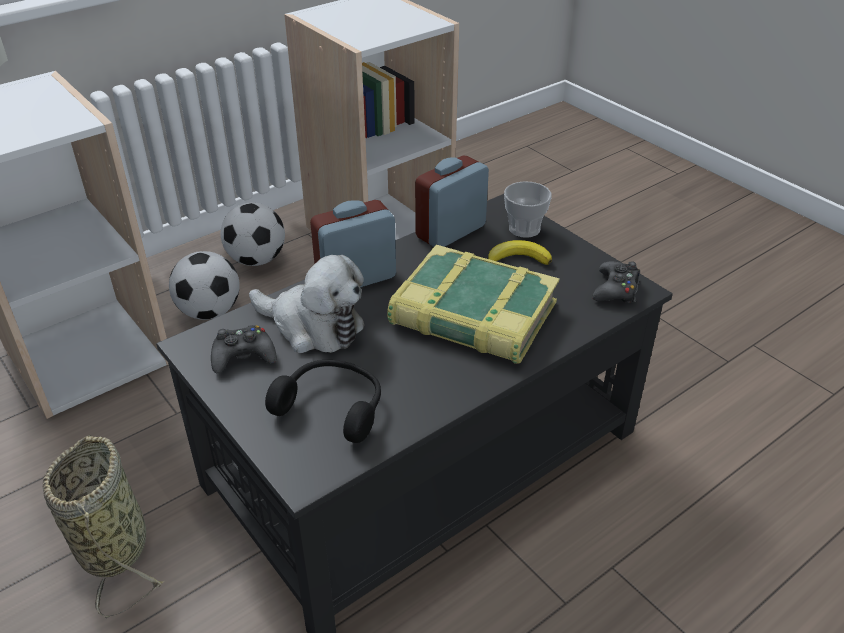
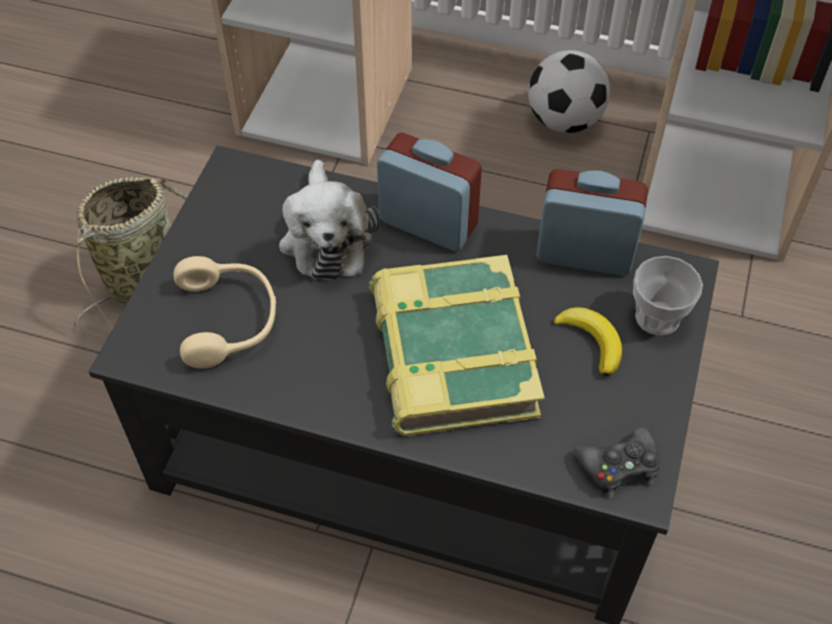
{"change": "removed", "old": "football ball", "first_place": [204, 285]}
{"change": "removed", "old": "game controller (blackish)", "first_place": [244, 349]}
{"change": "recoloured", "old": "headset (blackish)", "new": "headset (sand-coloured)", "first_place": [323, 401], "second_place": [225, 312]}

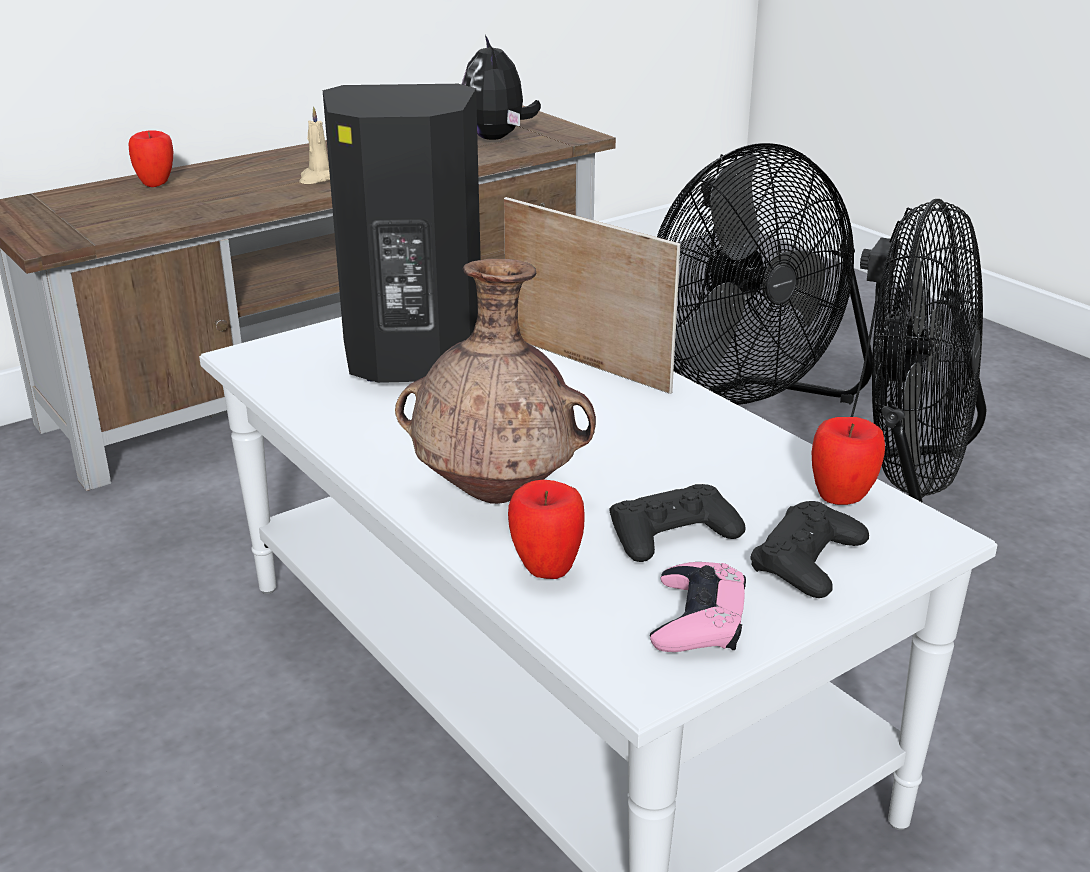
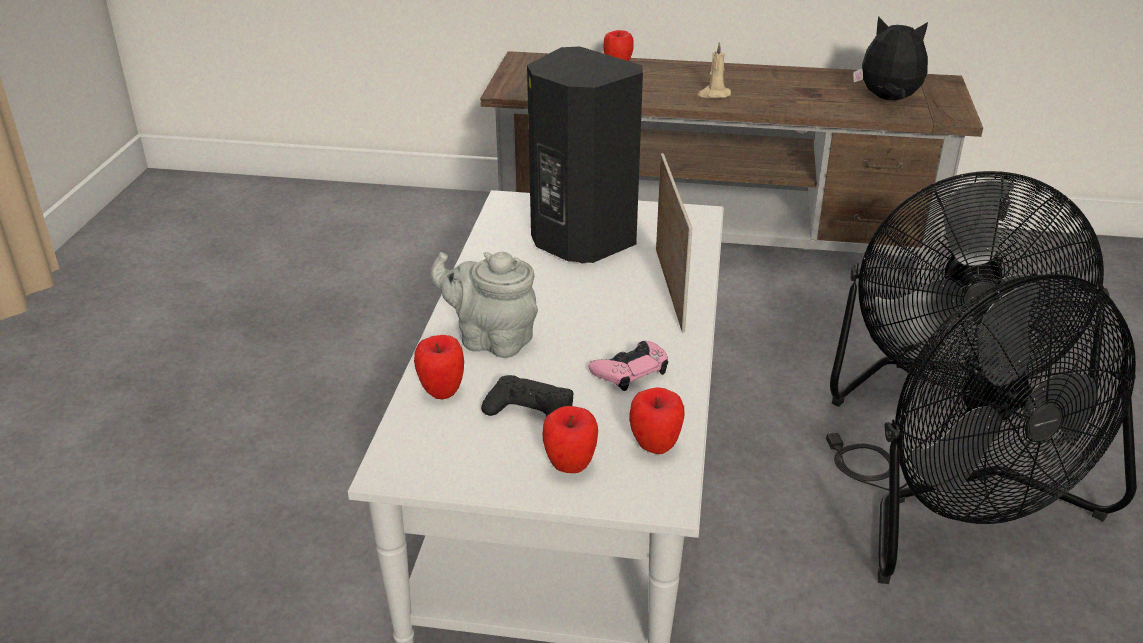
{"change": "moved", "old": "game controller (pinkish)", "first_place": [698, 607], "second_place": [628, 366]}
{"change": "replaced", "old": "flower vase (brownish)", "new": "pot for tea (greyish)", "first_place": [495, 381], "second_place": [484, 305]}
{"change": "replaced", "old": "game controller (blackish)", "new": "apple", "first_place": [809, 549], "second_place": [570, 439]}
{"change": "turned", "old": "soft toy", "first_place": [501, 87], "second_place": [890, 58], "degrees": 75}

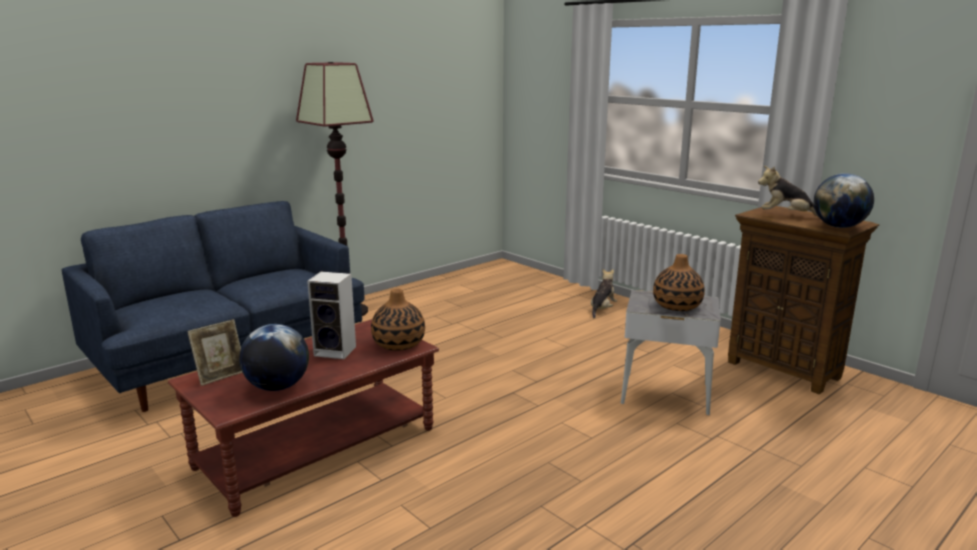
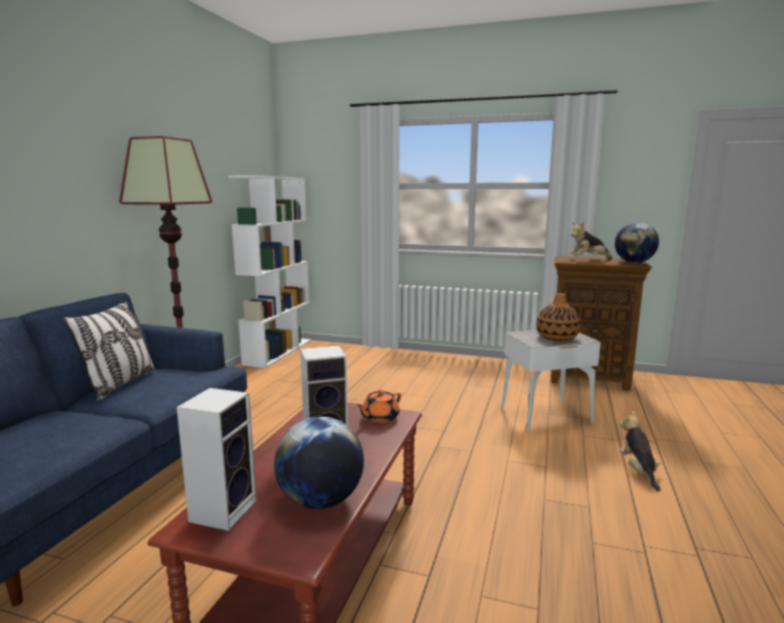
{"change": "added", "new": "cushion", "second_place": [109, 351]}
{"change": "added", "new": "bookcase (white)", "second_place": [269, 271]}
{"change": "moved", "old": "soft toy", "first_place": [604, 293], "second_place": [639, 451]}
{"change": "replaced", "old": "photo frame", "new": "speaker", "first_place": [215, 352], "second_place": [217, 459]}
{"change": "replaced", "old": "flower vase", "new": "pot for tea (orangey)", "first_place": [398, 319], "second_place": [378, 406]}

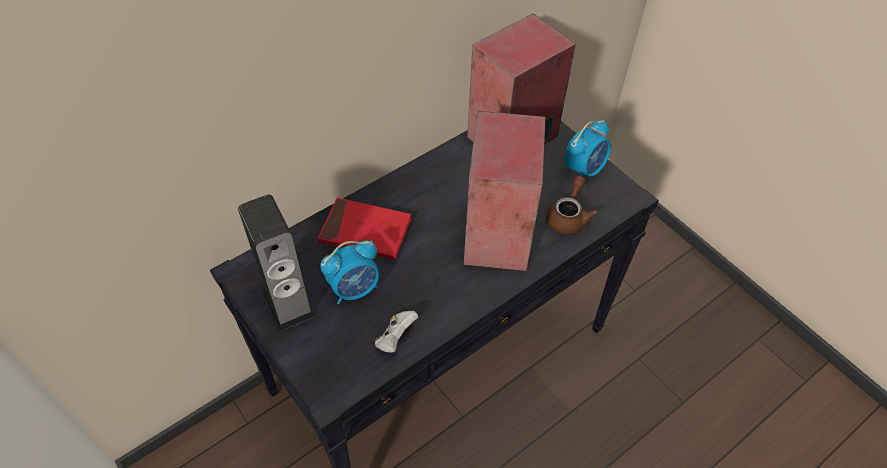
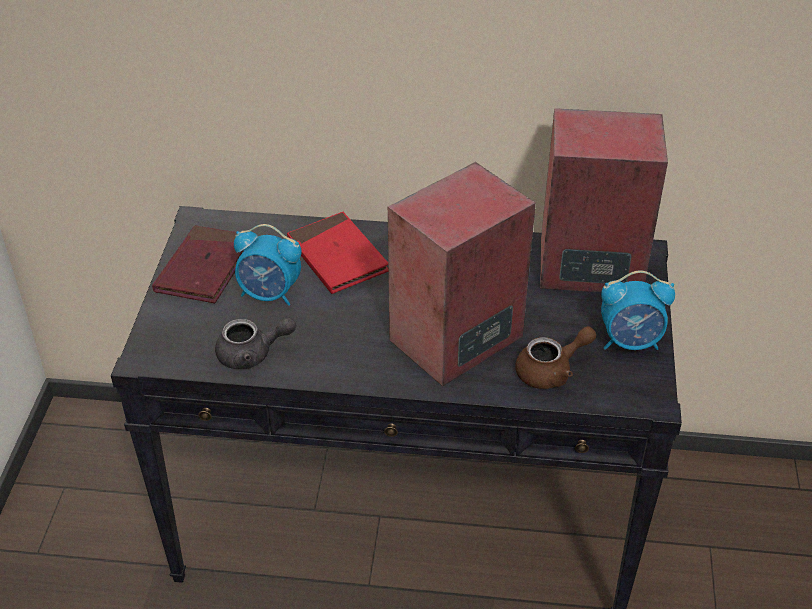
{"change": "replaced", "old": "speaker", "new": "bound book (red)", "first_place": [276, 263], "second_place": [198, 264]}
{"change": "replaced", "old": "game controller (white)", "new": "pot for tea (greyish)", "first_place": [396, 332], "second_place": [255, 343]}

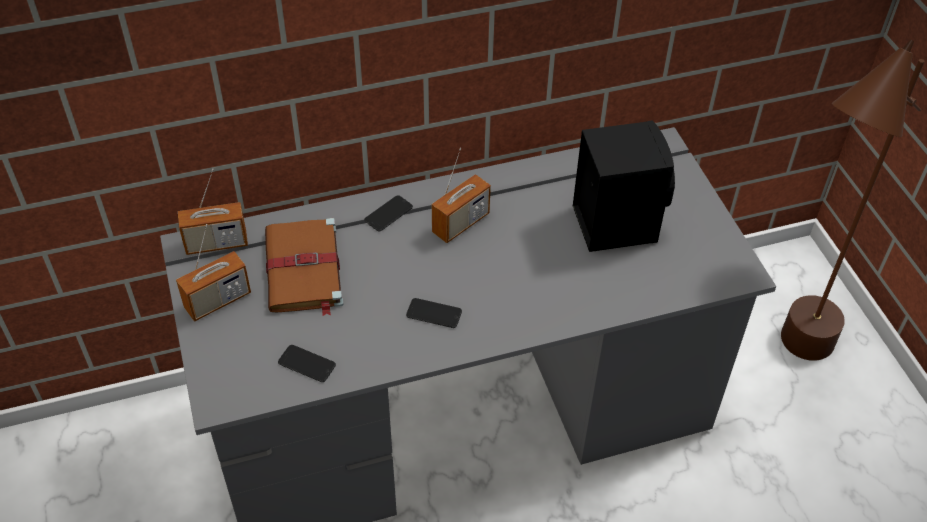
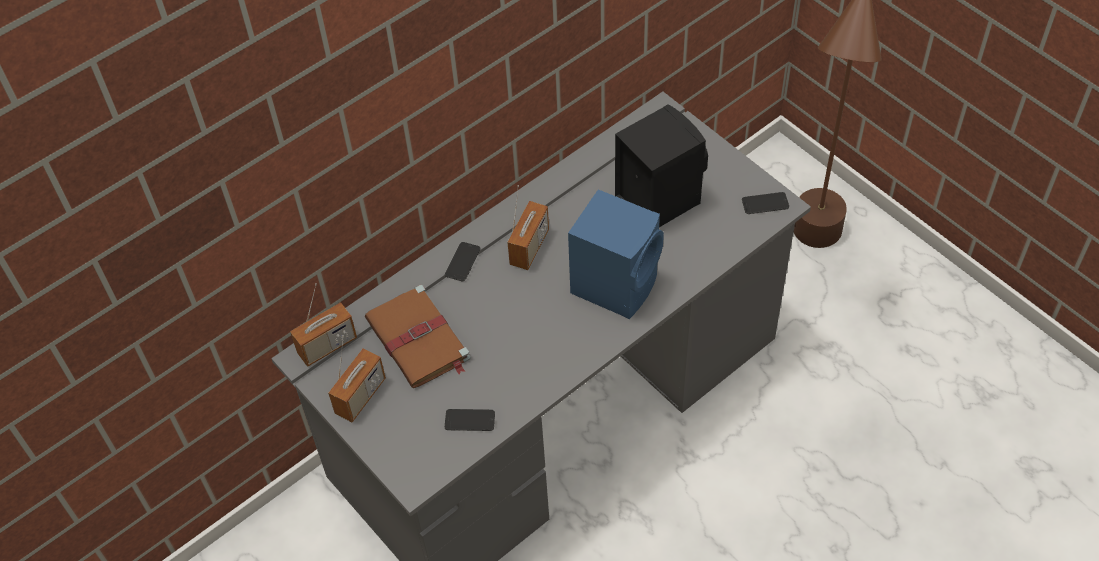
{"change": "added", "new": "speaker (bluish)", "second_place": [616, 254]}
{"change": "moved", "old": "handset", "first_place": [434, 313], "second_place": [765, 203]}

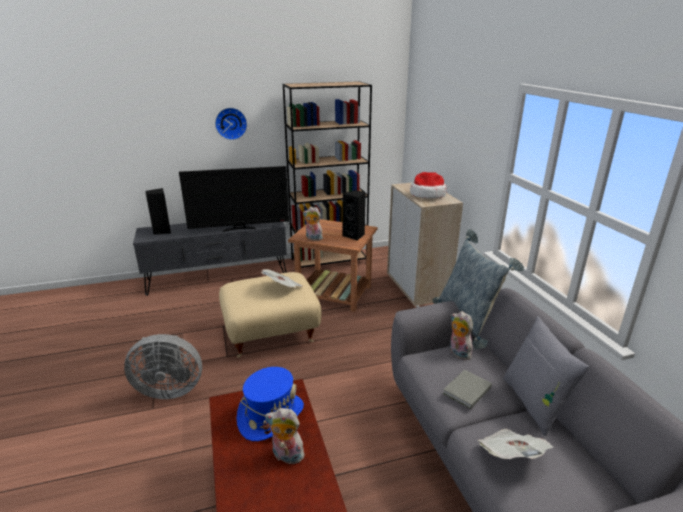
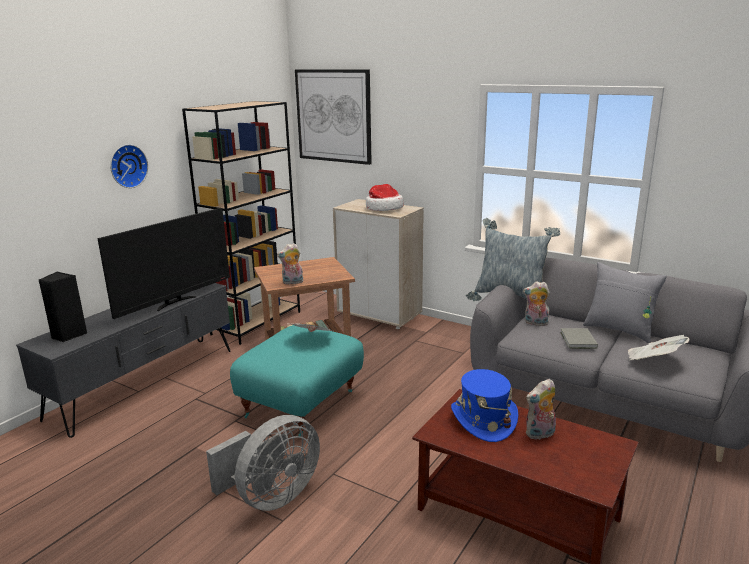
{"change": "removed", "old": "speaker (blackish)", "first_place": [354, 215]}
{"change": "added", "new": "wall art", "second_place": [333, 117]}
{"change": "recoloured", "old": "pouffe (sand-coloured)", "new": "pouffe (blue-green)", "first_place": [270, 315], "second_place": [297, 380]}

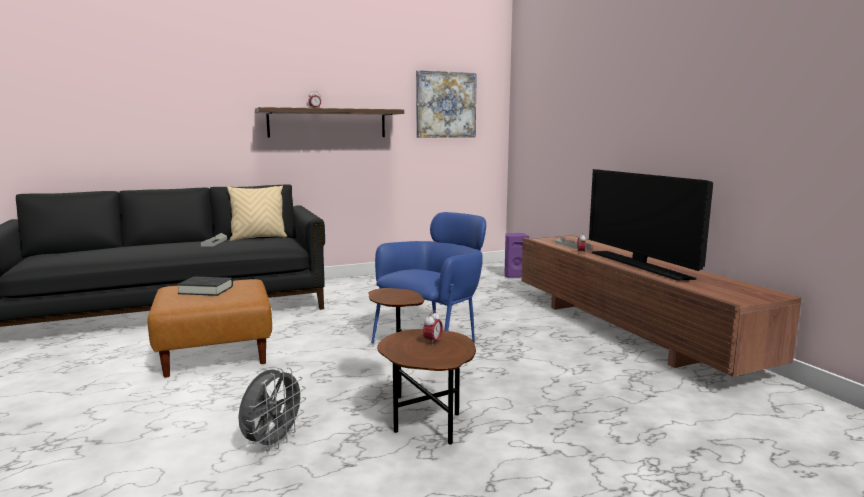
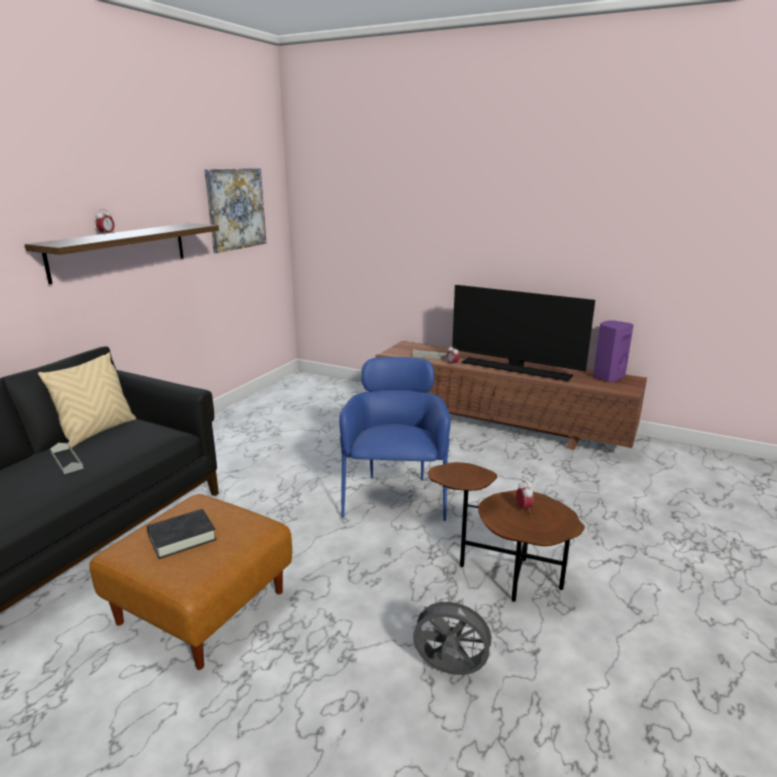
{"change": "moved", "old": "speaker (purplish)", "first_place": [516, 255], "second_place": [613, 351]}
{"change": "turned", "old": "cooling fan (greyish)", "first_place": [272, 409], "second_place": [454, 635], "degrees": -60}

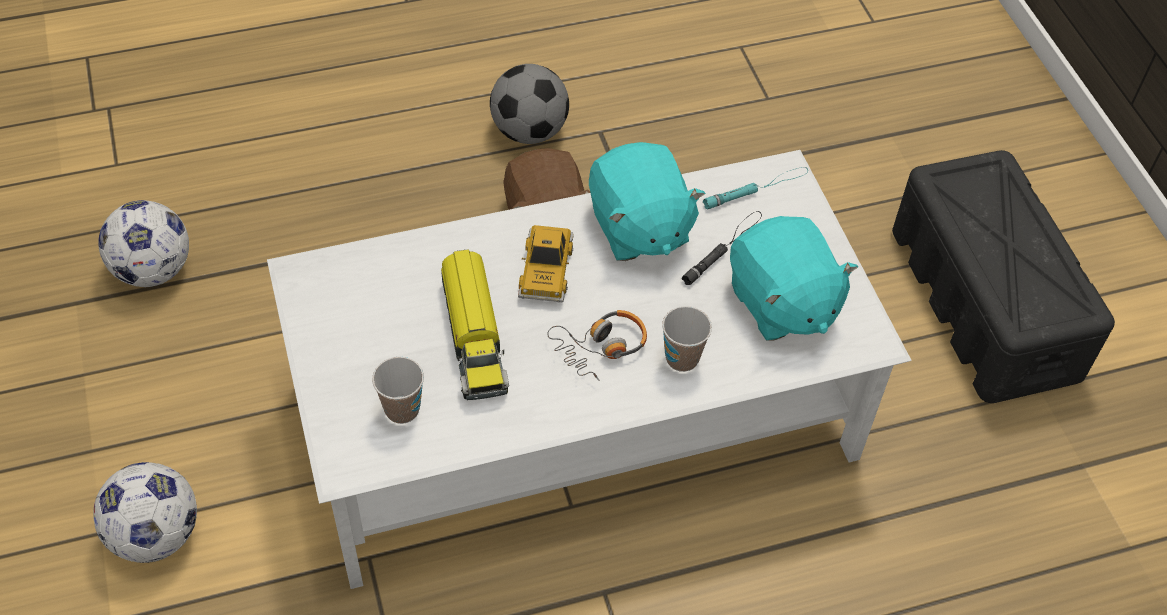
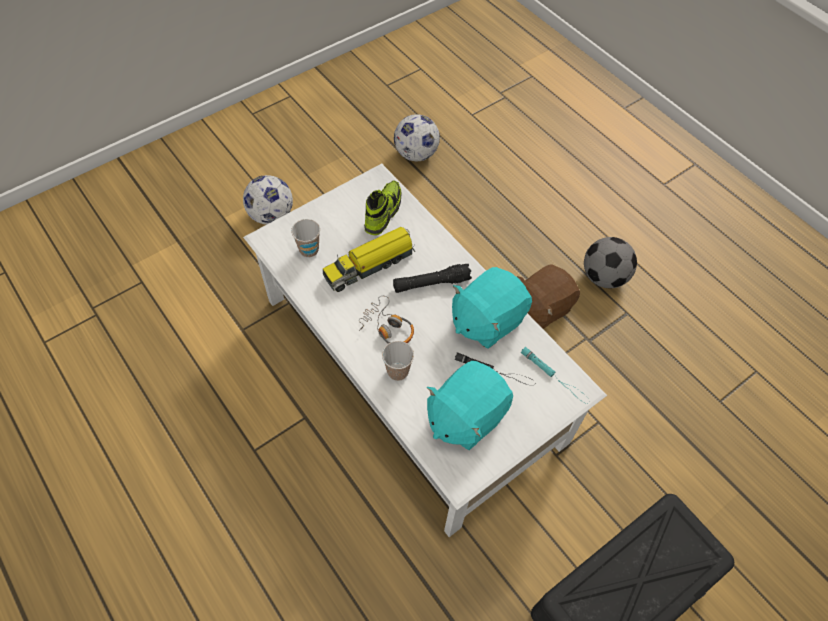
{"change": "added", "new": "low shoe", "second_place": [382, 207]}
{"change": "replaced", "old": "toy car", "new": "hand torch (blackish)", "first_place": [546, 264], "second_place": [432, 278]}

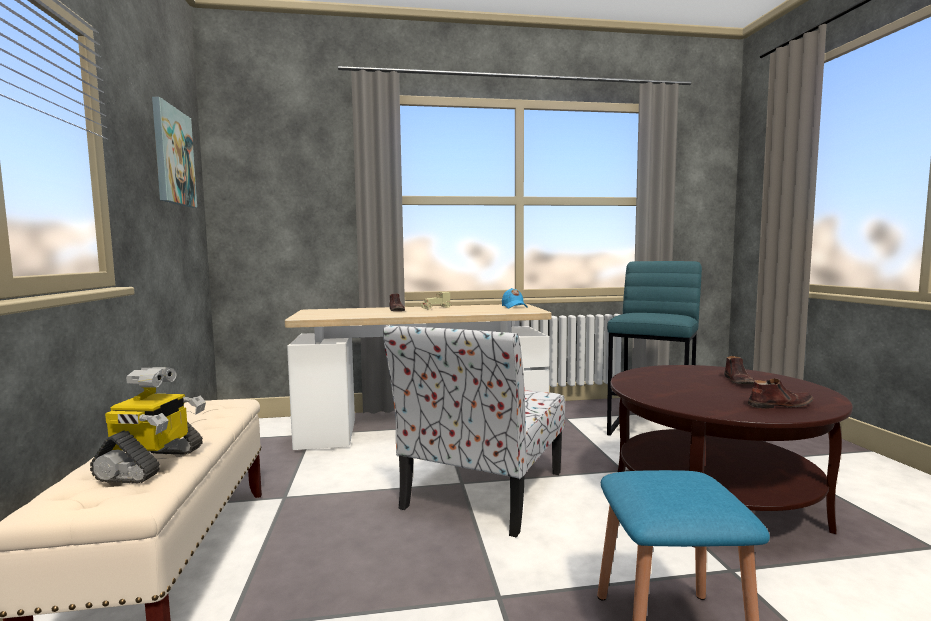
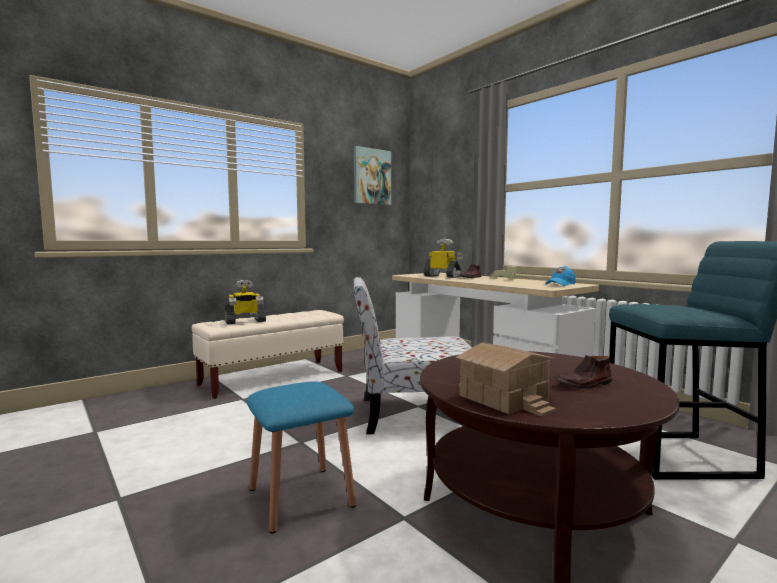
{"change": "added", "new": "robot figure", "second_place": [442, 258]}
{"change": "replaced", "old": "low shoe (brownish)", "new": "model house", "first_place": [780, 393], "second_place": [505, 380]}

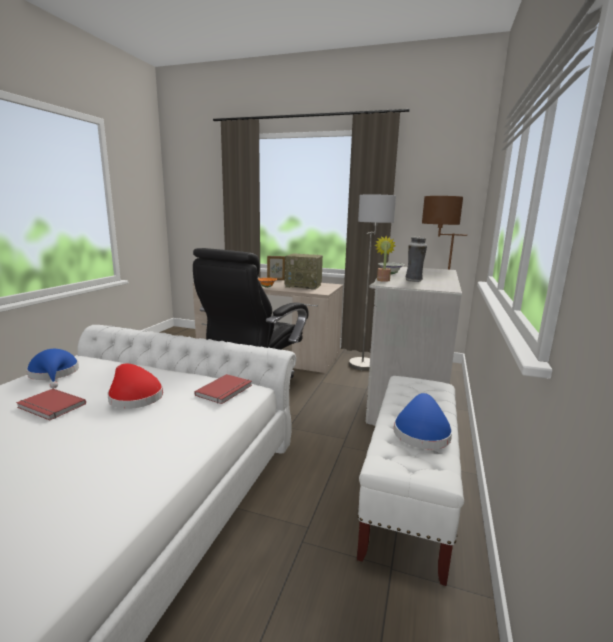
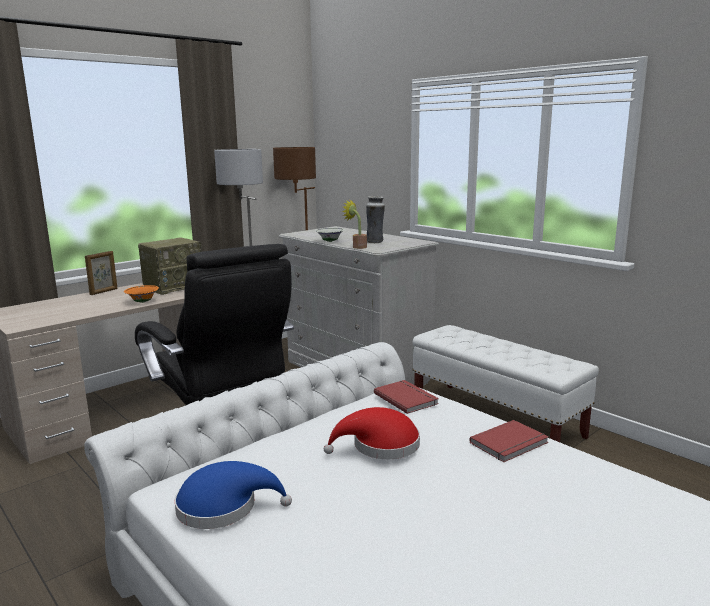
{"change": "removed", "old": "wearable hat (bluish)", "first_place": [423, 421]}
{"change": "moved", "old": "bound book (red)", "first_place": [51, 404], "second_place": [509, 441]}

